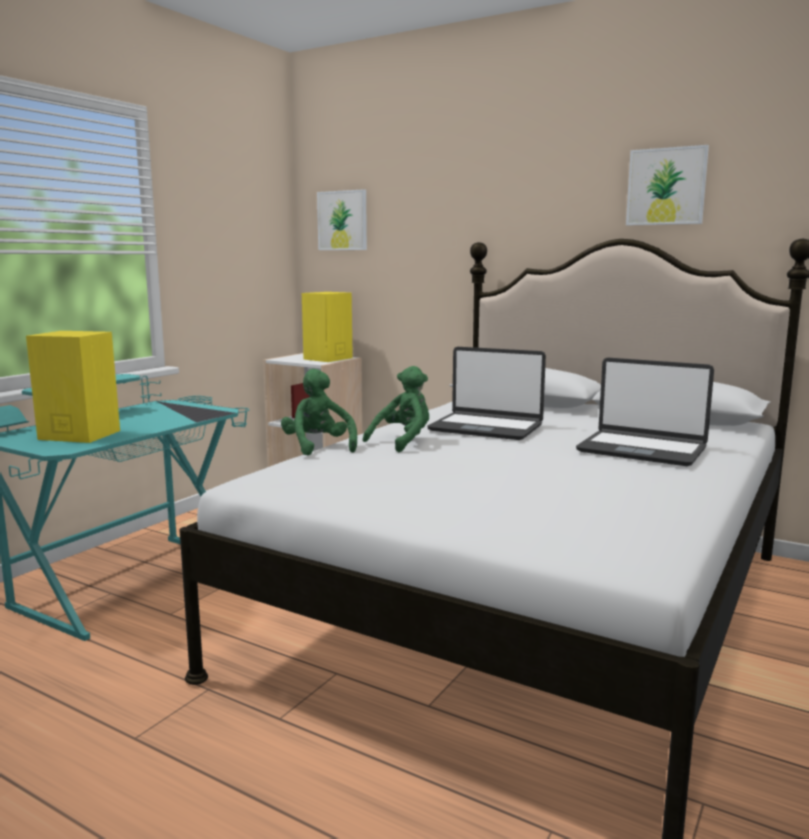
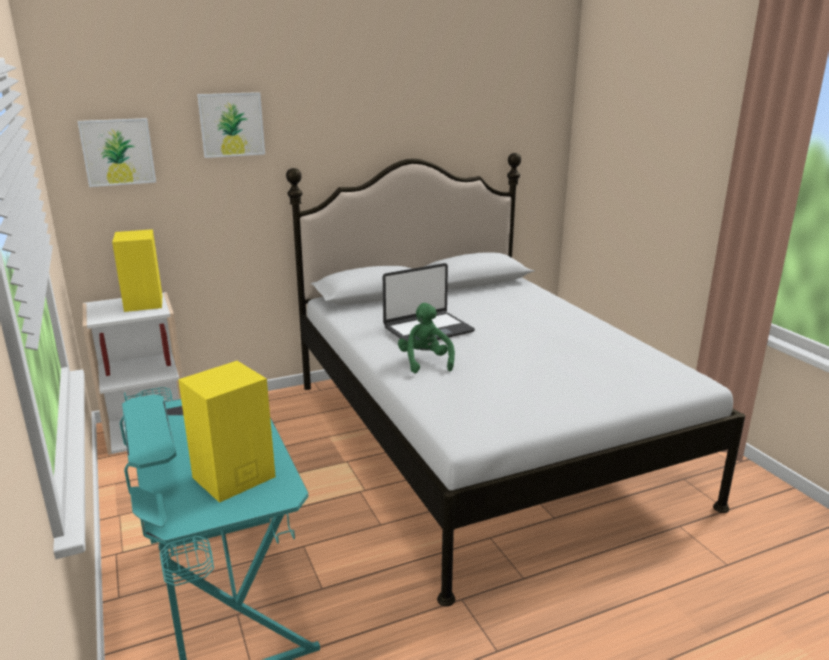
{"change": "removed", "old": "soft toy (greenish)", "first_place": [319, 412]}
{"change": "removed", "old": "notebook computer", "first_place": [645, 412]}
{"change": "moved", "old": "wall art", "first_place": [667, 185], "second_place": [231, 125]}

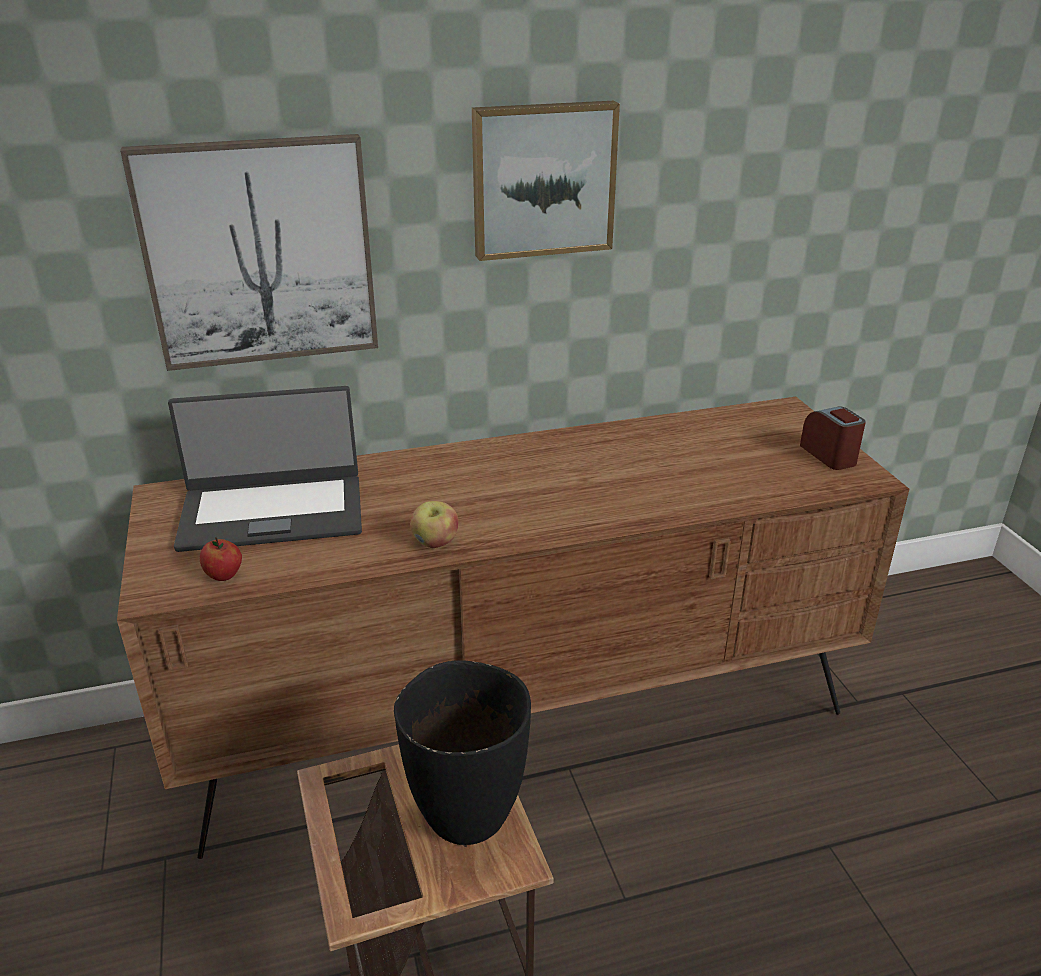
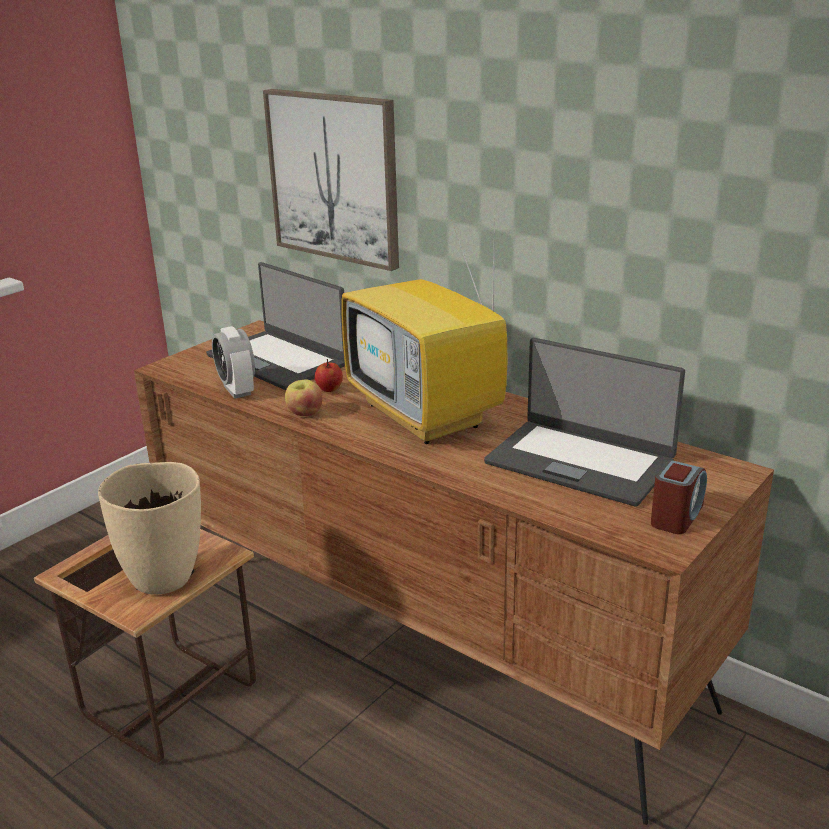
{"change": "removed", "old": "wall art", "first_place": [546, 181]}
{"change": "added", "new": "bedside clock", "second_place": [233, 362]}
{"change": "added", "new": "TV", "second_place": [424, 332]}
{"change": "added", "new": "notebook computer", "second_place": [584, 422]}
{"change": "moved", "old": "apple", "first_place": [221, 559], "second_place": [329, 375]}
{"change": "recoloured", "old": "flower vase (blackish)", "new": "flower vase (sand-coloured)", "first_place": [462, 752], "second_place": [149, 528]}

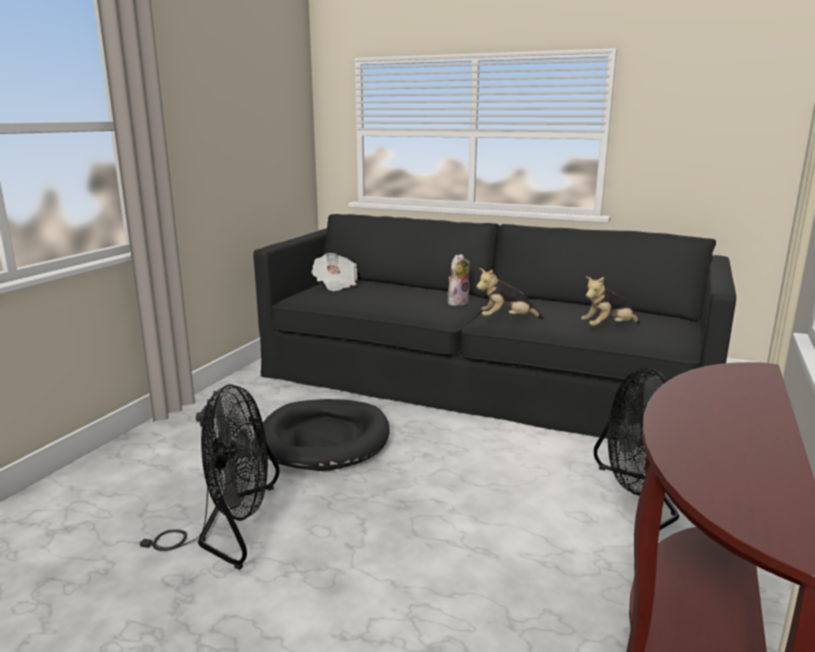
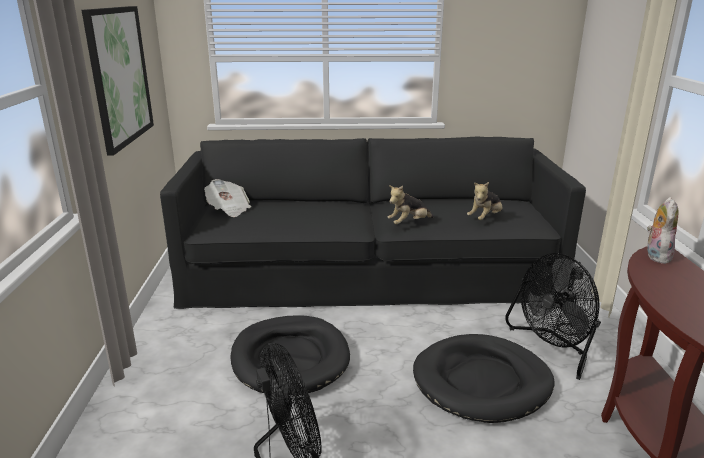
{"change": "added", "new": "wall art", "second_place": [118, 81]}
{"change": "added", "new": "dog cushion (blackish)", "second_place": [484, 378]}
{"change": "moved", "old": "soft toy", "first_place": [458, 280], "second_place": [663, 230]}

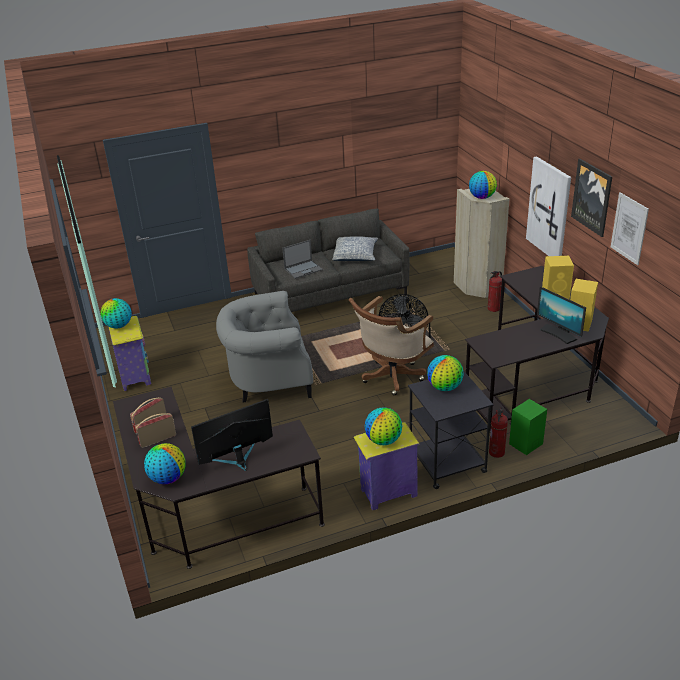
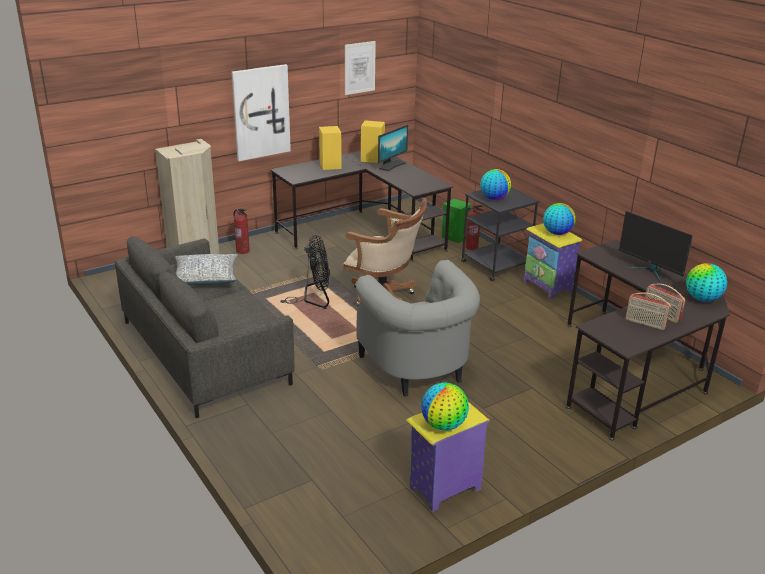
{"change": "removed", "old": "notebook computer", "first_place": [302, 259]}
{"change": "removed", "old": "globe", "first_place": [483, 185]}
{"change": "removed", "old": "wall art", "first_place": [591, 198]}

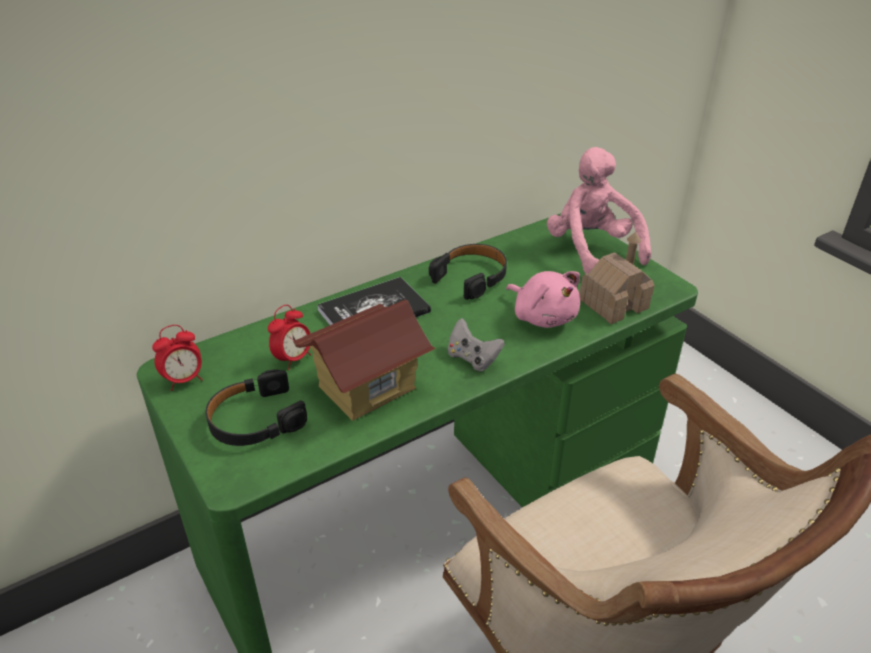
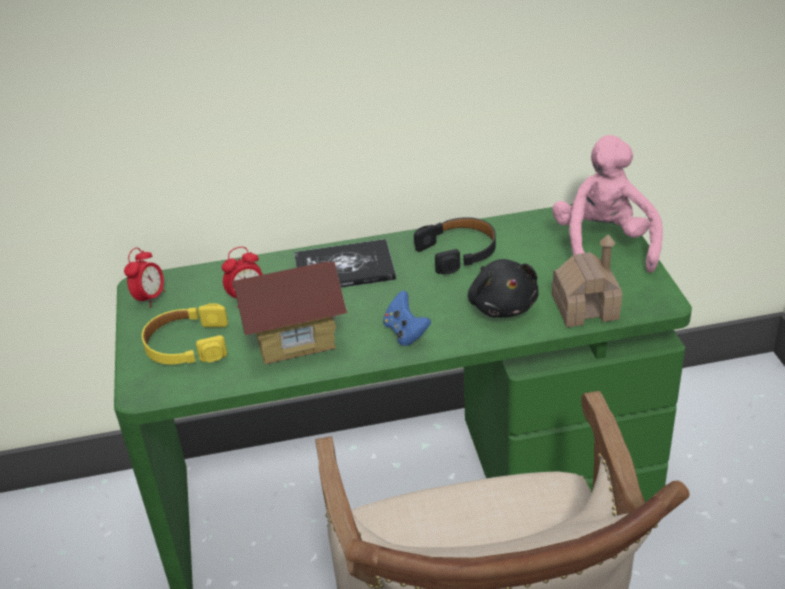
{"change": "recoloured", "old": "headset (blackish)", "new": "headset (yellowish)", "first_place": [256, 407], "second_place": [185, 333]}
{"change": "recoloured", "old": "game controller (greyish)", "new": "game controller (bluish)", "first_place": [476, 344], "second_place": [407, 318]}
{"change": "recoloured", "old": "soft toy (pinkish)", "new": "soft toy (blackish)", "first_place": [543, 299], "second_place": [503, 288]}
{"change": "turned", "old": "bedside clock", "first_place": [177, 358], "second_place": [144, 277], "degrees": -60}

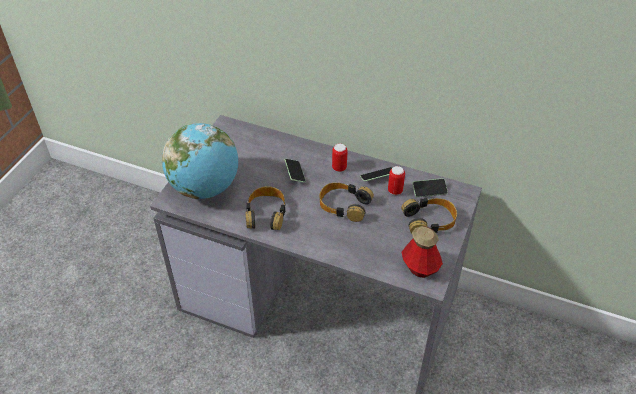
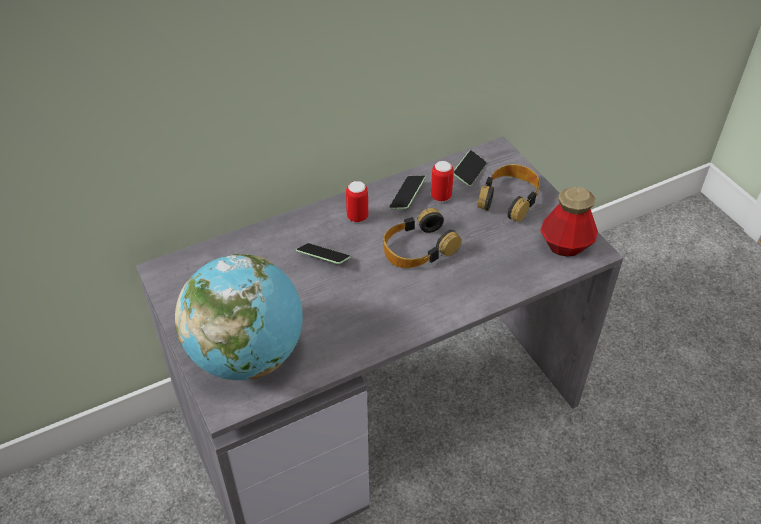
{"change": "removed", "old": "headset", "first_place": [265, 208]}

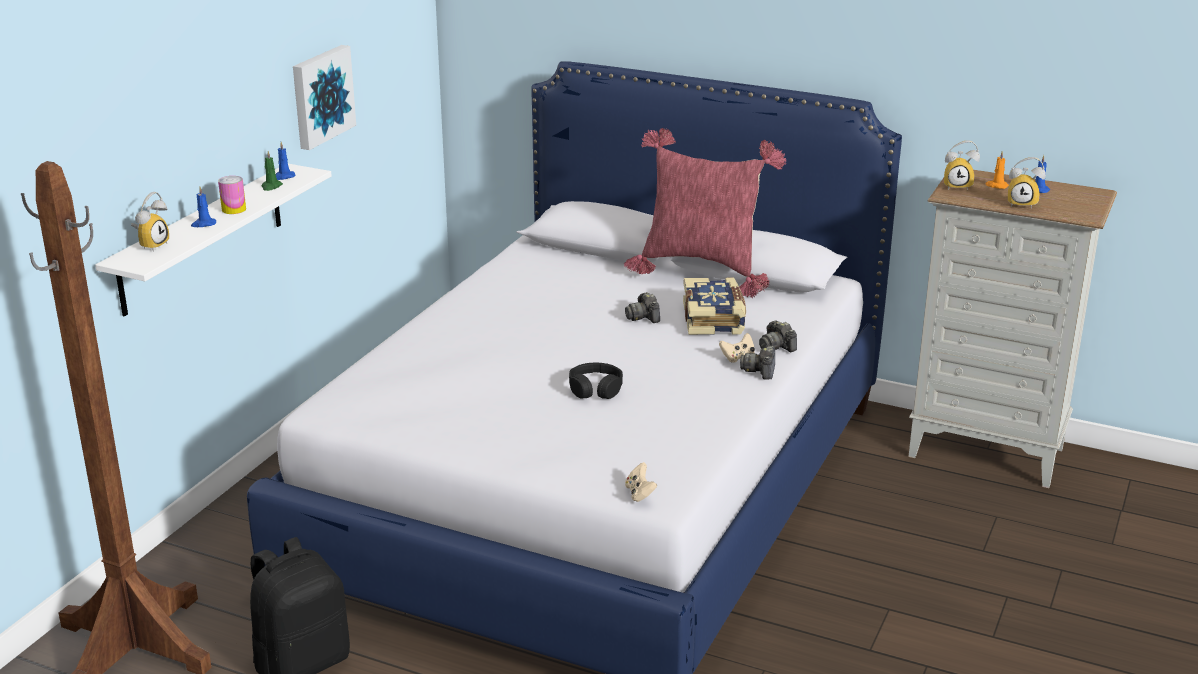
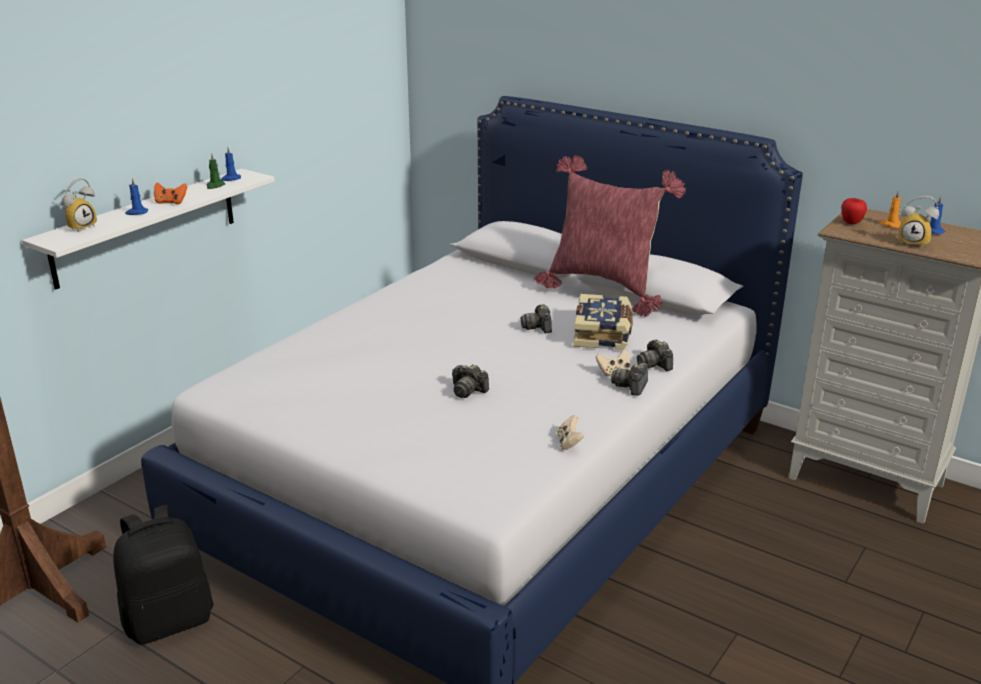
{"change": "removed", "old": "wall art", "first_place": [324, 97]}
{"change": "moved", "old": "game controller (sand-coloured)", "first_place": [641, 482], "second_place": [570, 432]}
{"change": "replaced", "old": "metal can", "new": "game controller (orangey)", "first_place": [232, 195], "second_place": [170, 193]}
{"change": "replaced", "old": "headset (blackish)", "new": "photo camera", "first_place": [596, 381], "second_place": [470, 381]}
{"change": "replaced", "old": "bedside clock", "new": "apple", "first_place": [962, 165], "second_place": [854, 211]}

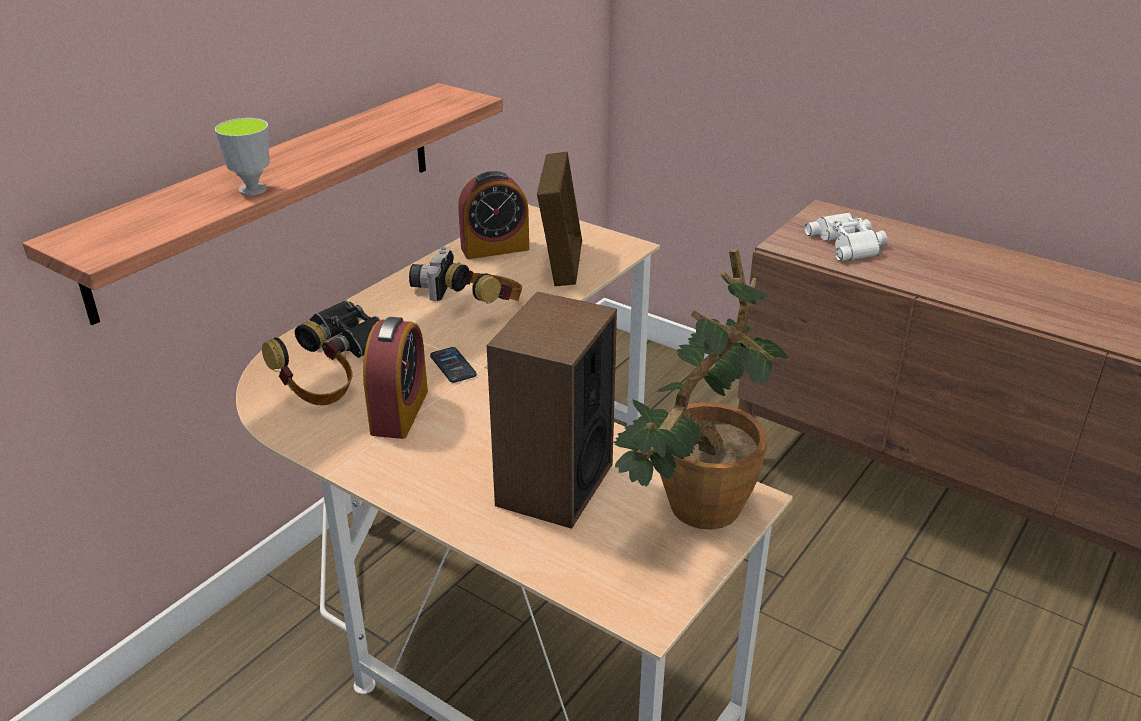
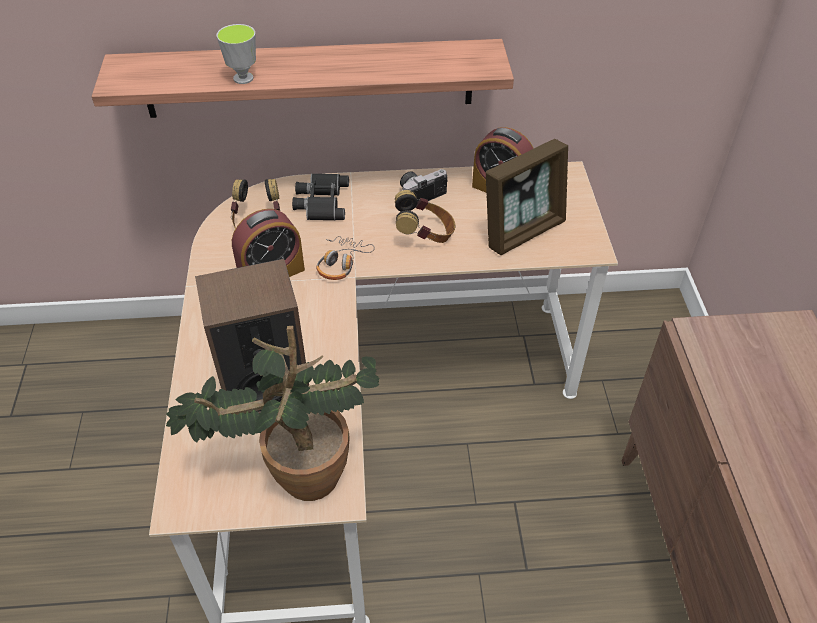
{"change": "removed", "old": "binoculars (white)", "first_place": [845, 237]}
{"change": "replaced", "old": "handset", "new": "headset", "first_place": [453, 365], "second_place": [345, 258]}

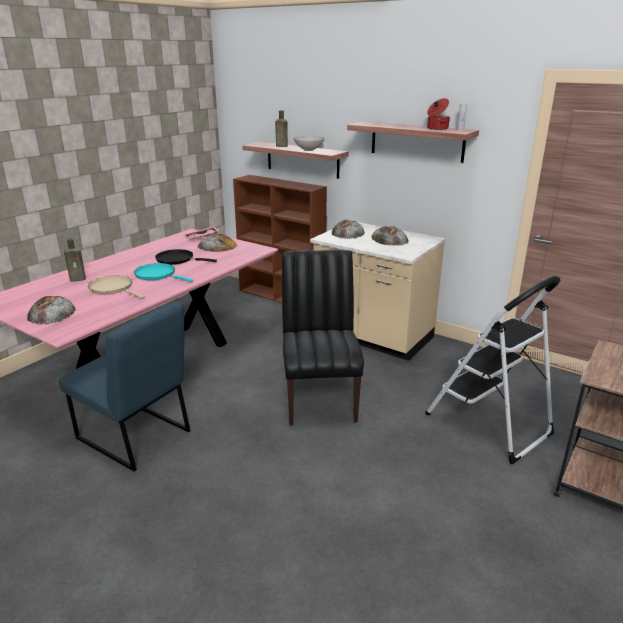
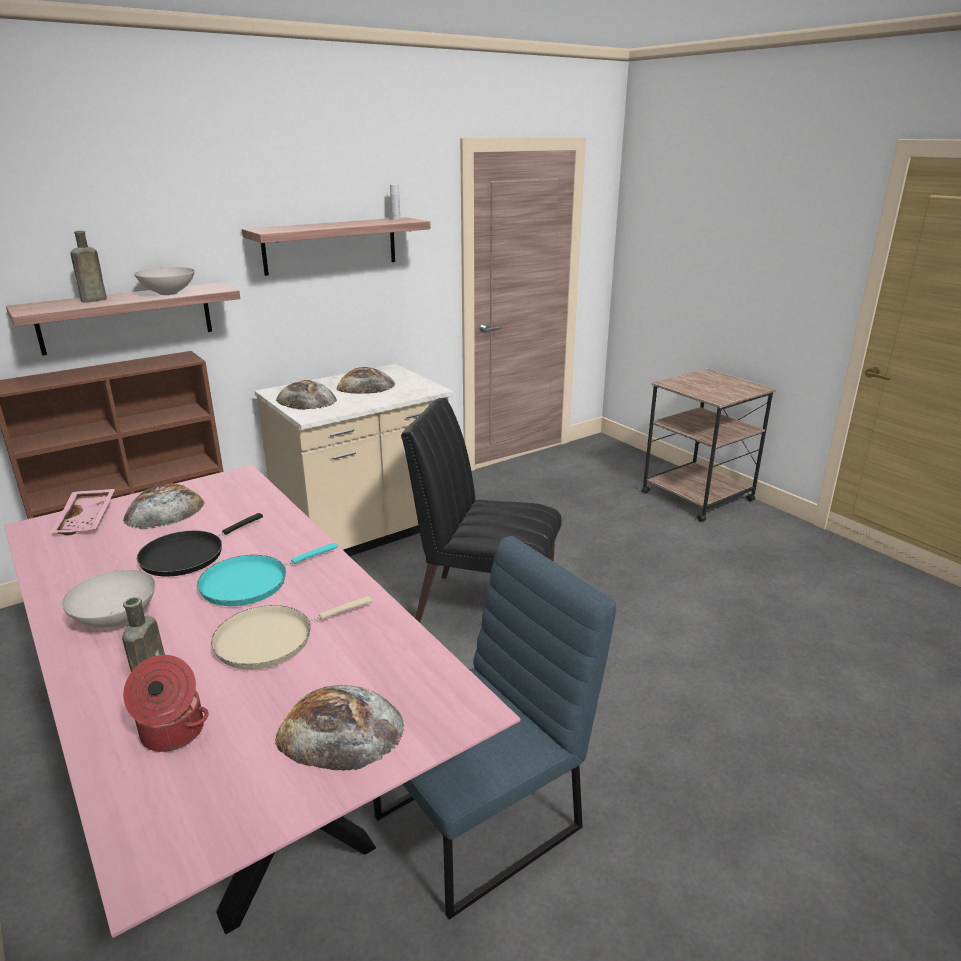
{"change": "removed", "old": "step stool", "first_place": [492, 370]}
{"change": "added", "new": "serving bowl (white)", "second_place": [108, 598]}
{"change": "moved", "old": "stockpot", "first_place": [438, 114], "second_place": [166, 703]}

